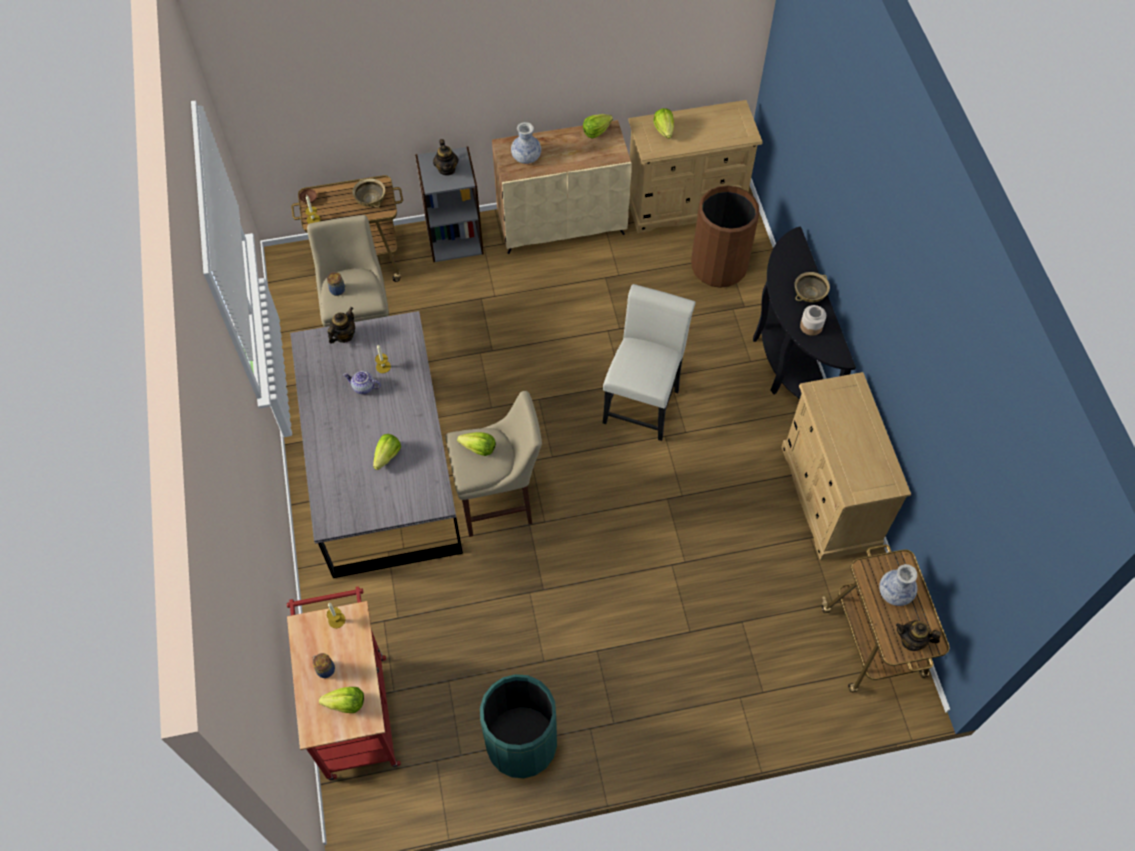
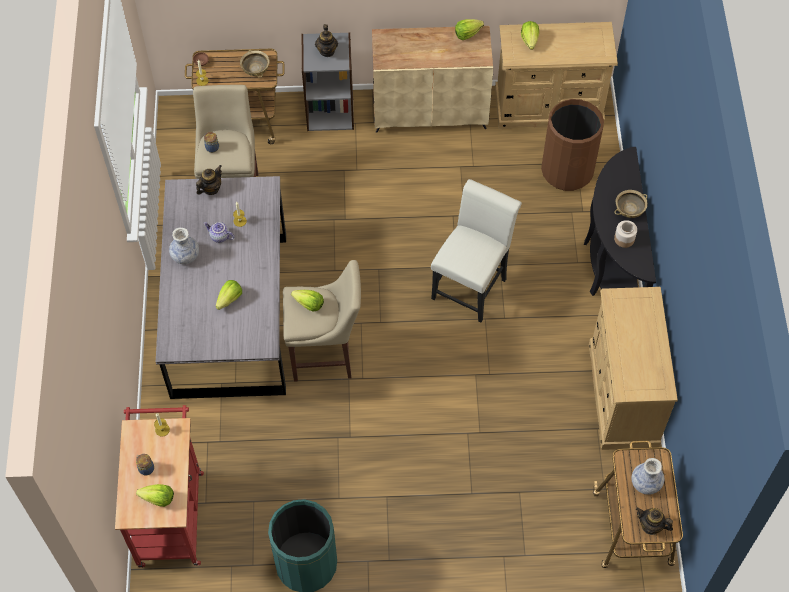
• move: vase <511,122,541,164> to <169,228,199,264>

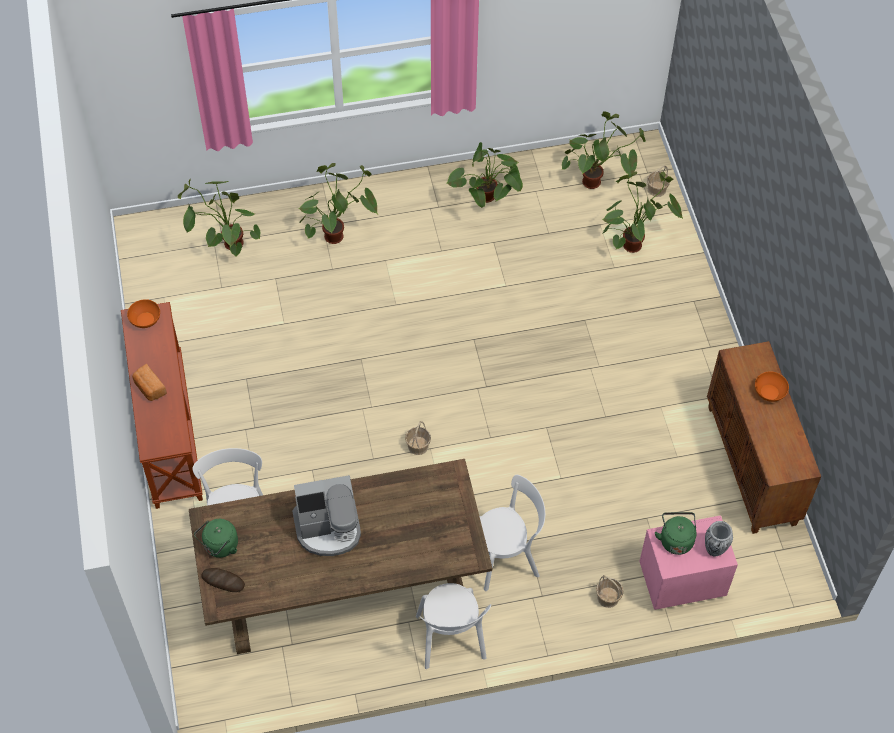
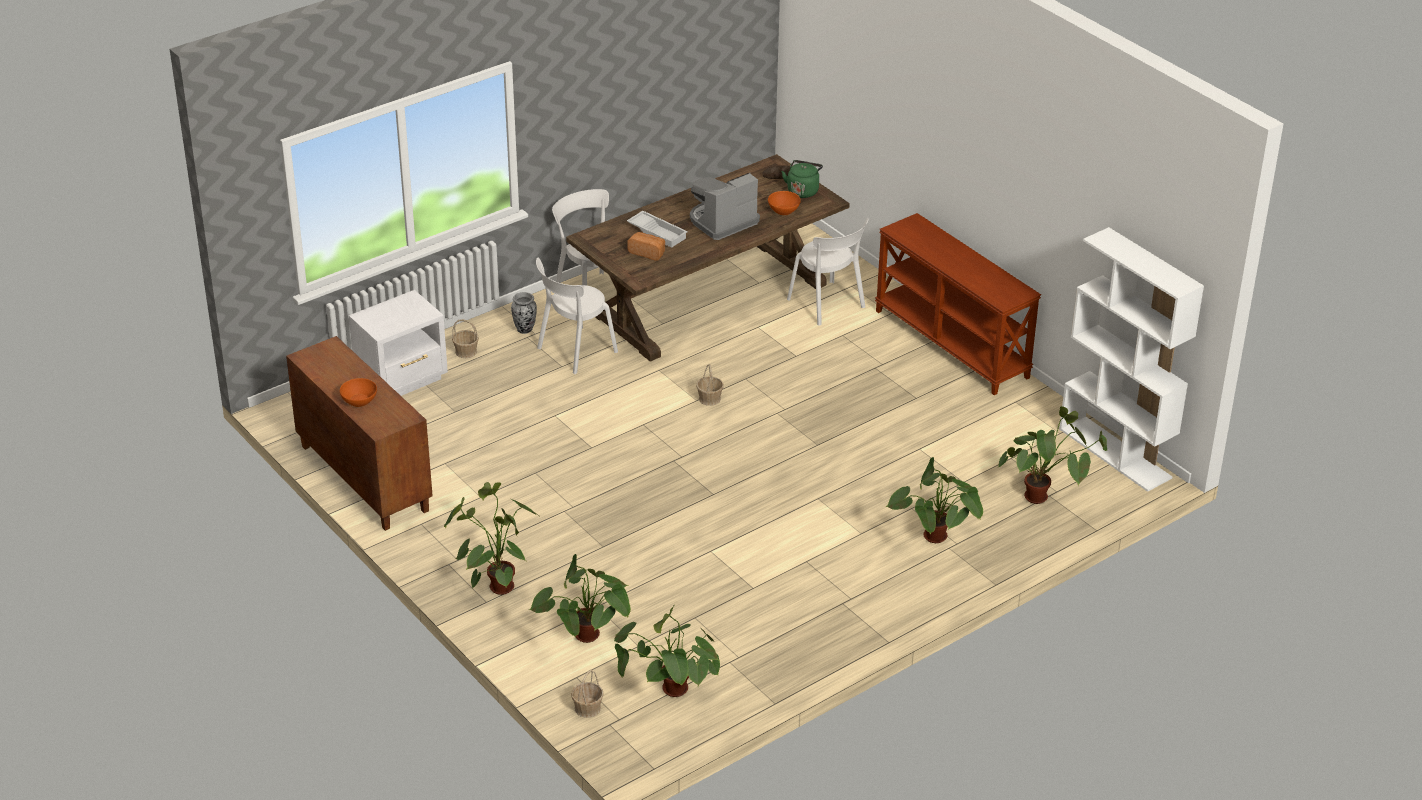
• recolor: nightstand/pink <639,515,738,610> to nightstand/white <349,290,448,396>
• move: potted plant <447,142,523,208> to <444,482,541,595>
• move: vase <705,521,733,556> to <511,292,537,334>
• insert: tray/white <627,211,688,248>
• move: bread <132,364,167,401> to <627,232,665,260>
• move: bowl/orange <127,299,160,328> to <768,191,801,215>
• insert: bookcase/white <1059,227,1204,492>
• delete: kettle/green <655,512,696,555>

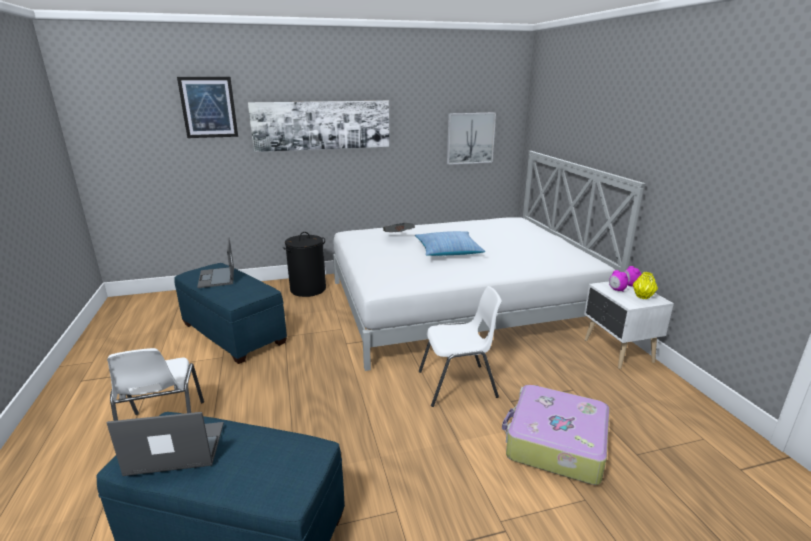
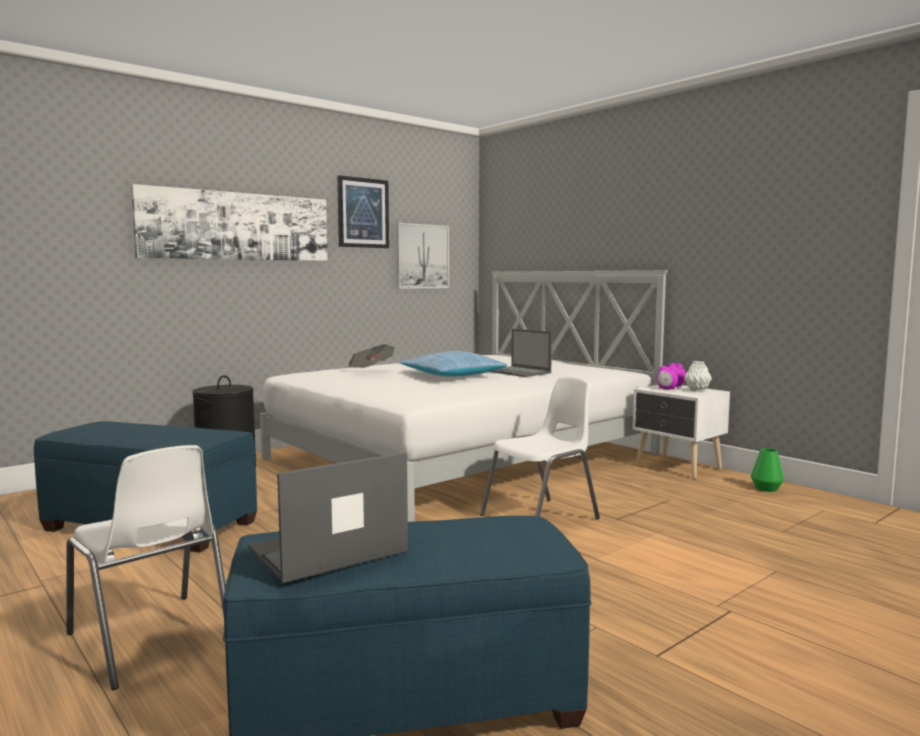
• move: picture <177,77,238,138> to <337,175,389,248>
• move: laptop <197,238,234,288> to <491,329,552,377>
• recolor: vase/yellow <633,272,658,299> to vase/white <684,361,712,392>
• insert: vase/green <751,448,784,492>
• delete: suitcase <502,385,610,485>

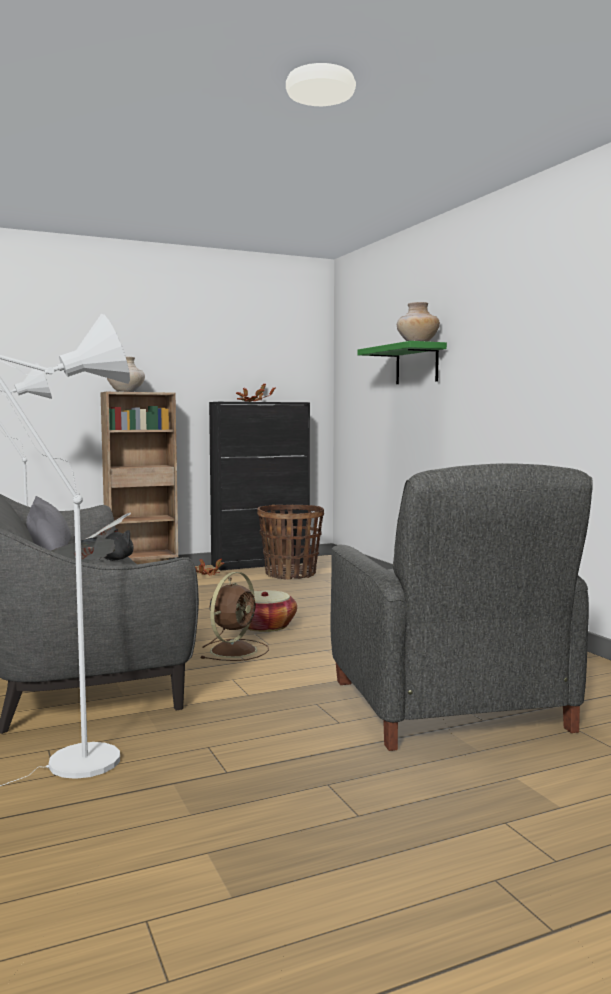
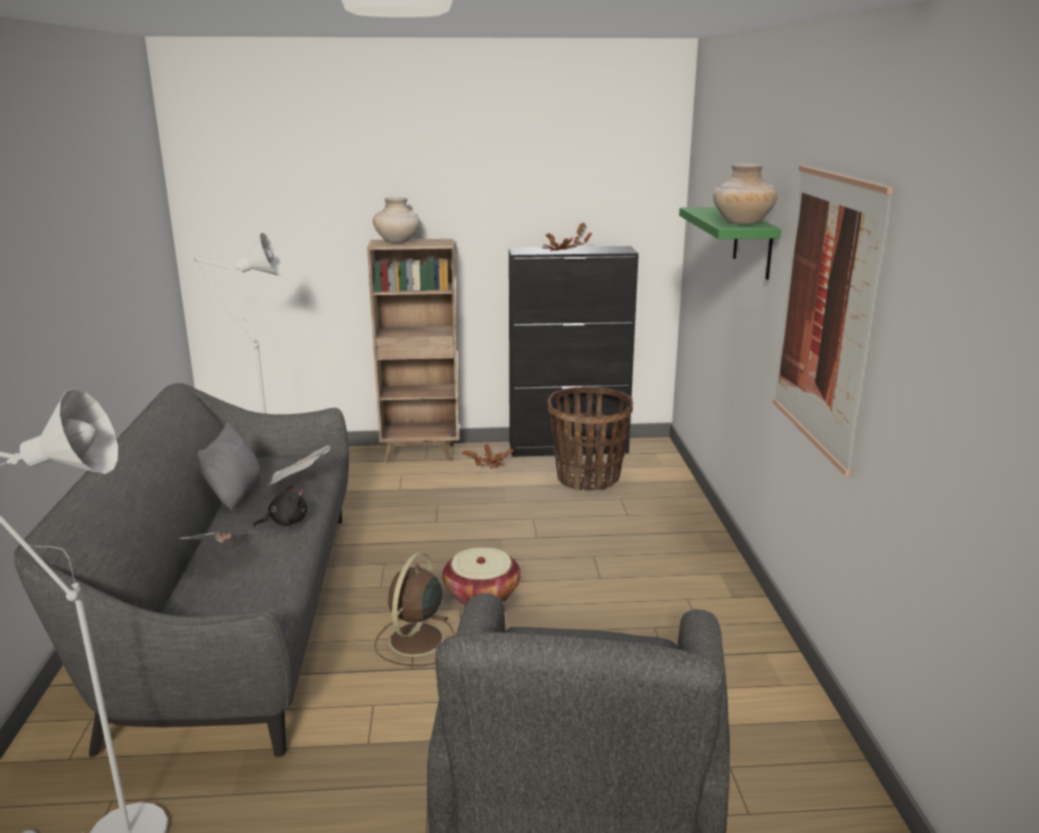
• rotate: fan/brown <201,572,269,661> = <375,552,454,666> 150 degrees clockwise
• insert: picture <773,166,893,476>

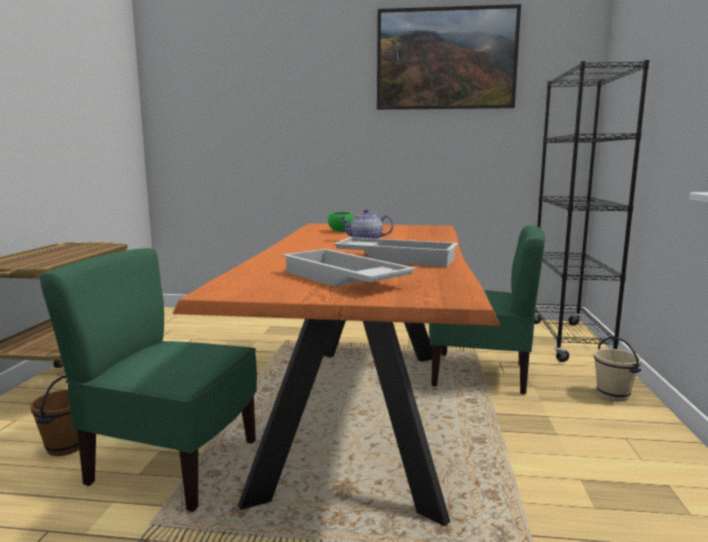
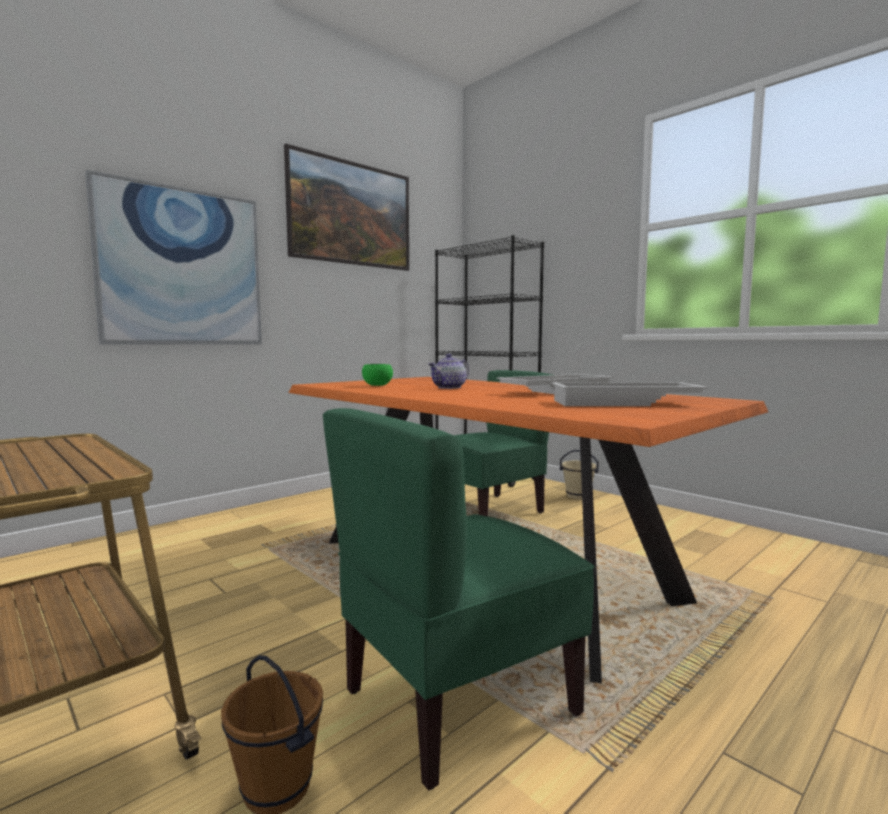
• insert: picture <85,170,262,345>

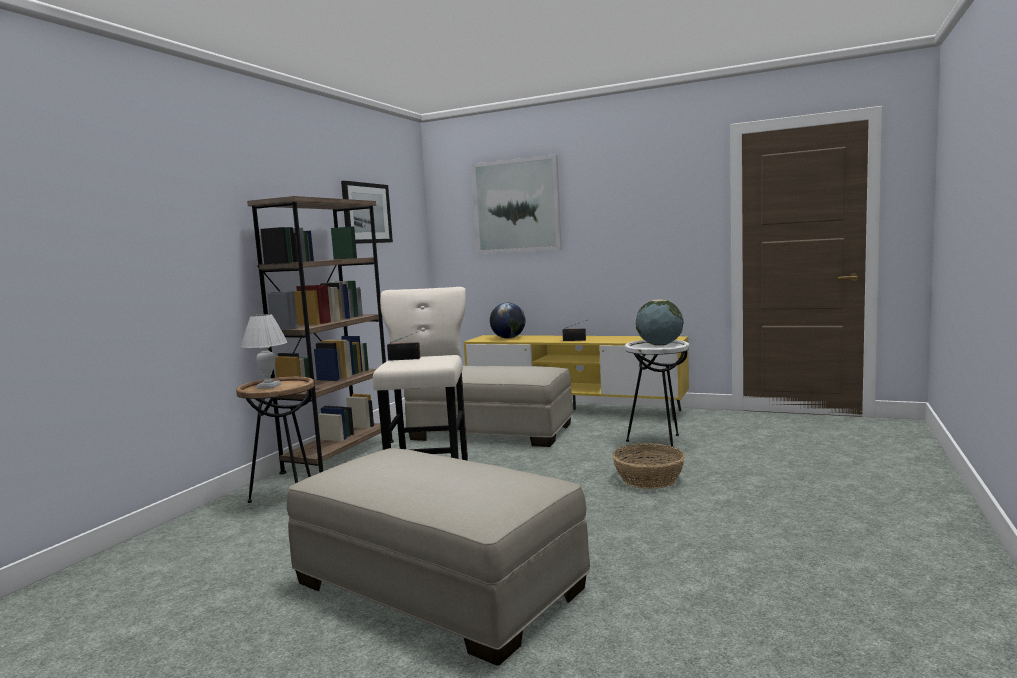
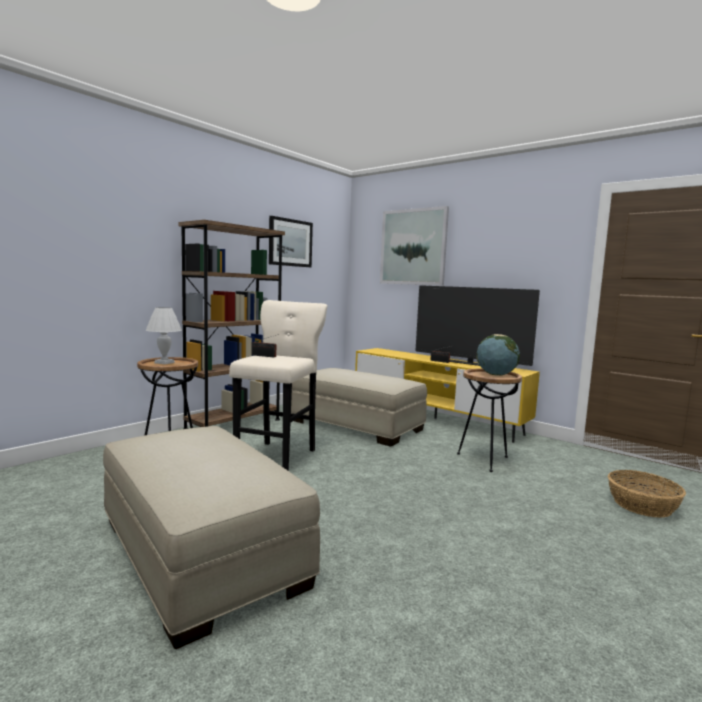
• insert: television <415,285,540,366>
• recolor: side table/white <625,340,689,452> to side table/brown <457,369,522,472>
• move: basket <612,443,685,489> to <608,470,686,518>
• delete: globe <490,303,526,339>

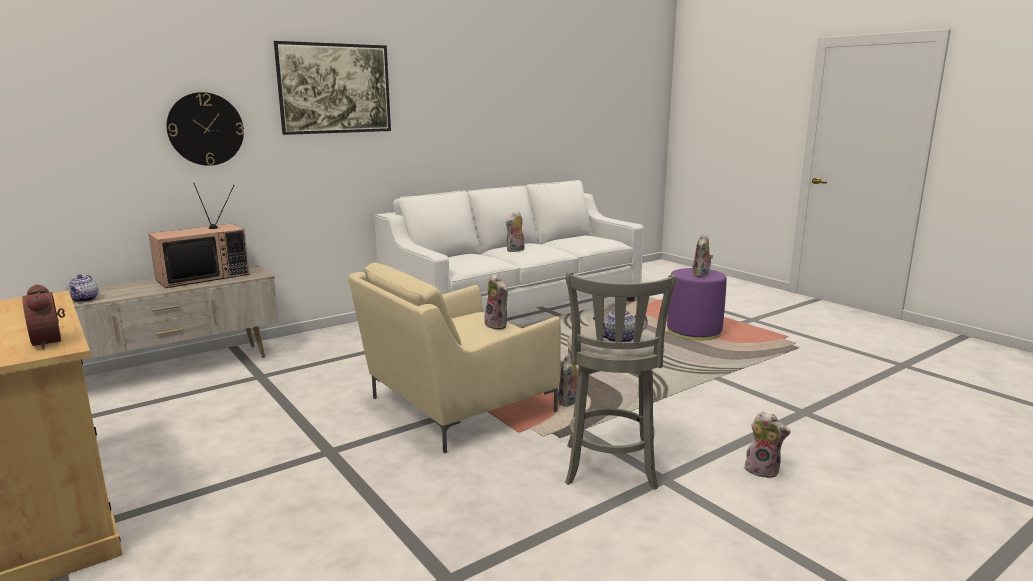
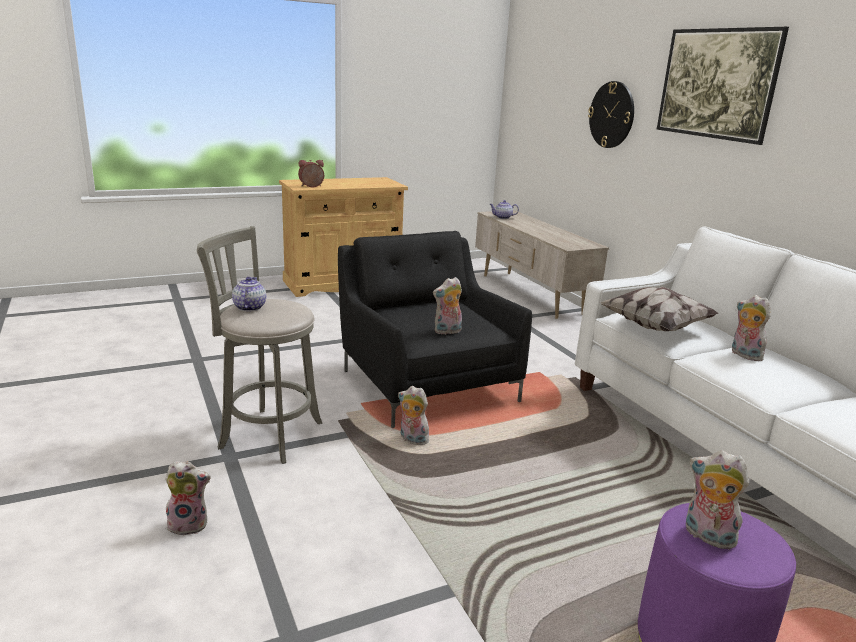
• rotate: plush toy <744,412,791,478> = <165,461,211,536> 135 degrees counterclockwise
• recolor: armchair/beige <348,262,561,453> to armchair/black <338,231,532,428>
• insert: pillow <599,286,719,331>
• delete: television <149,183,249,288>

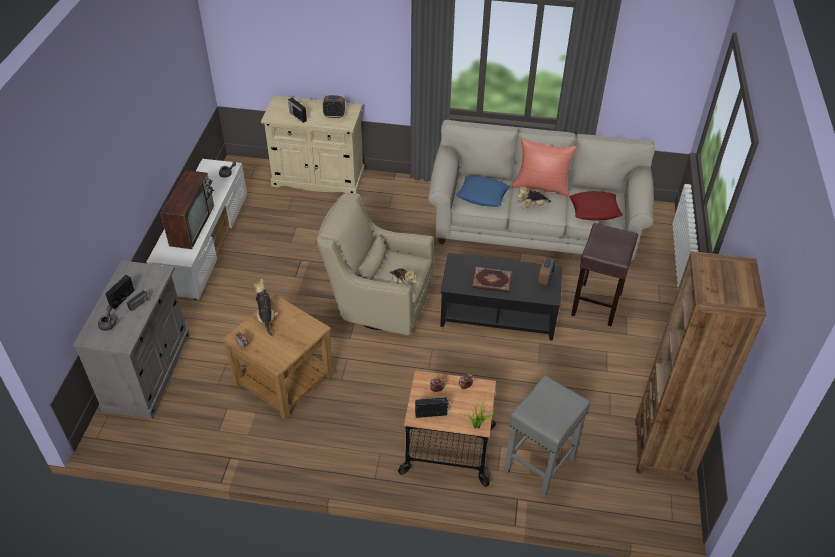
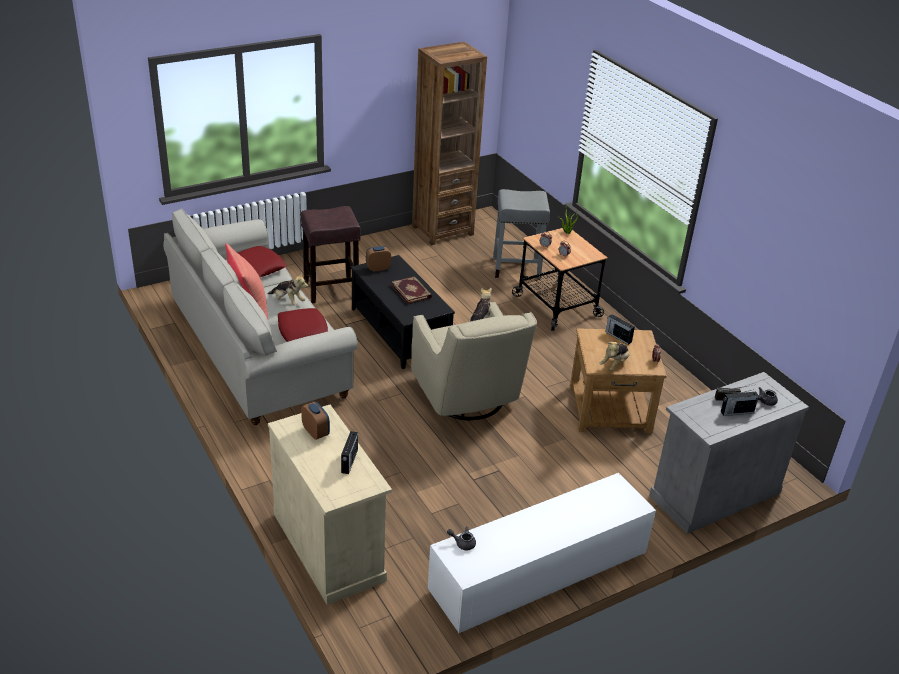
• recolor: pillow/blue <456,176,510,207> to pillow/red <278,308,328,342>
• move: radio <415,397,449,418> to <606,314,635,345>
• delete: television <160,170,214,249>

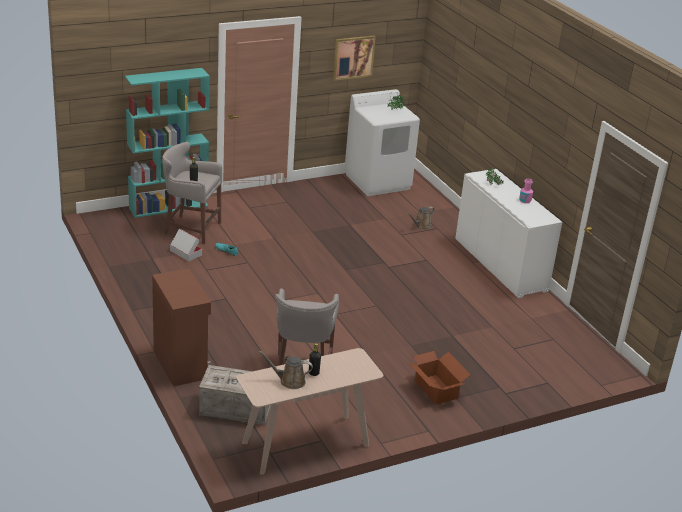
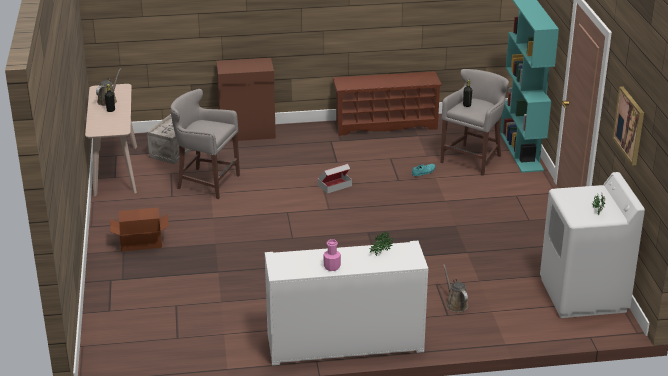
• move: cardboard box <170,229,202,262> to <318,164,352,194>
• insert: shoe rack/brown <333,71,442,136>

